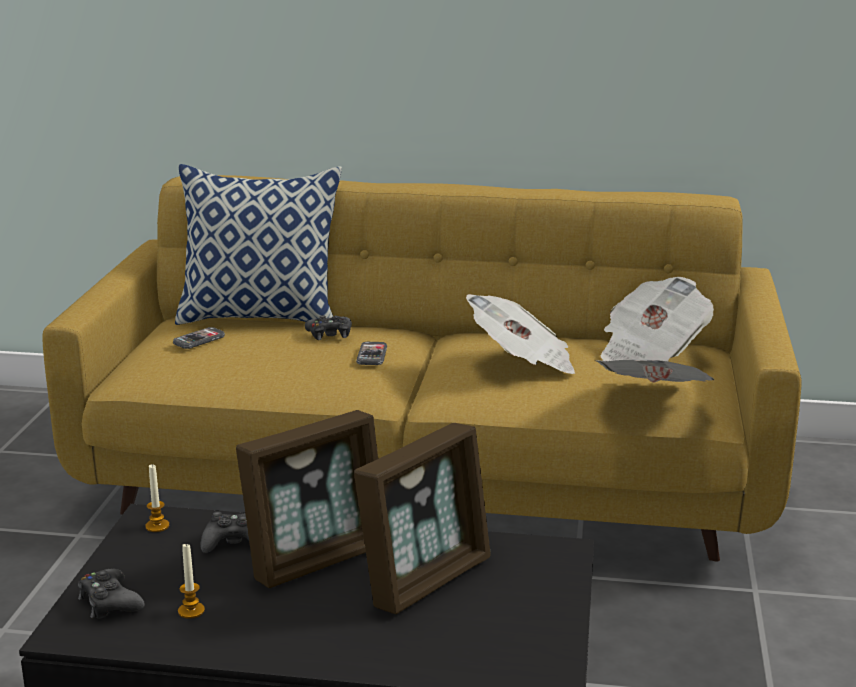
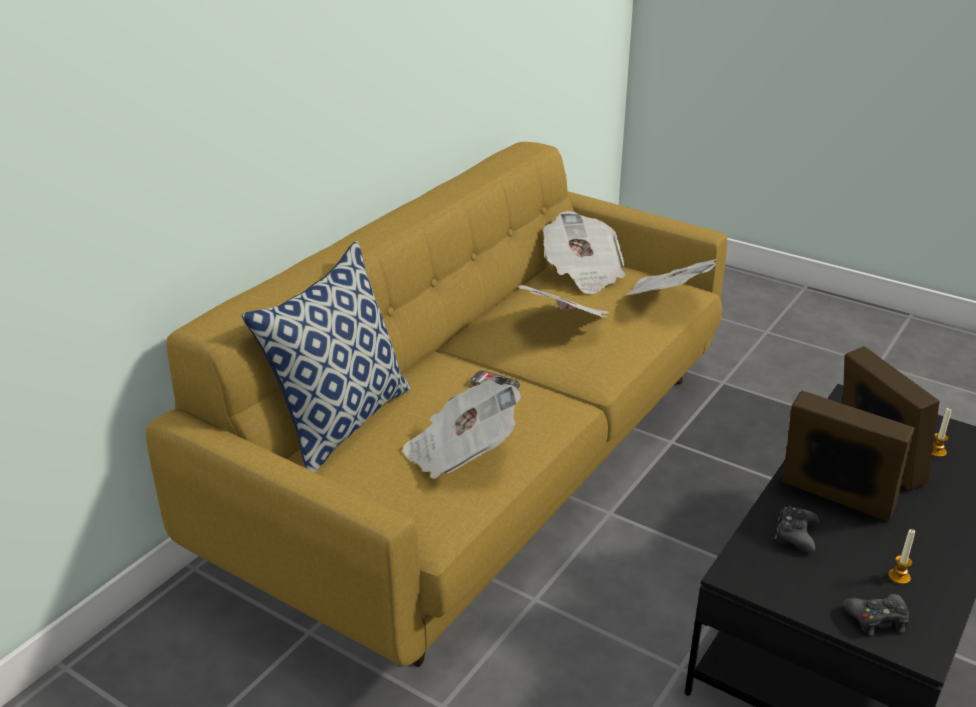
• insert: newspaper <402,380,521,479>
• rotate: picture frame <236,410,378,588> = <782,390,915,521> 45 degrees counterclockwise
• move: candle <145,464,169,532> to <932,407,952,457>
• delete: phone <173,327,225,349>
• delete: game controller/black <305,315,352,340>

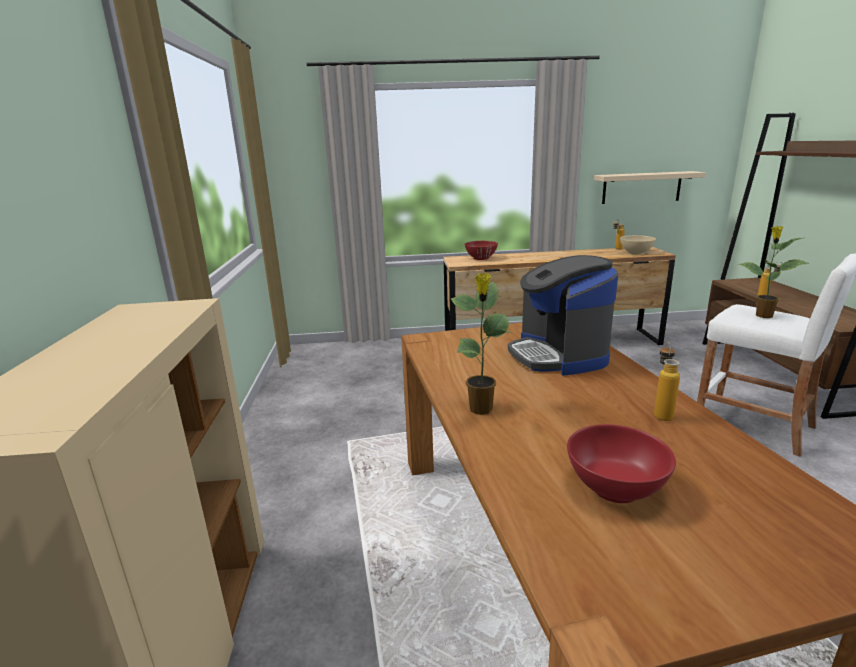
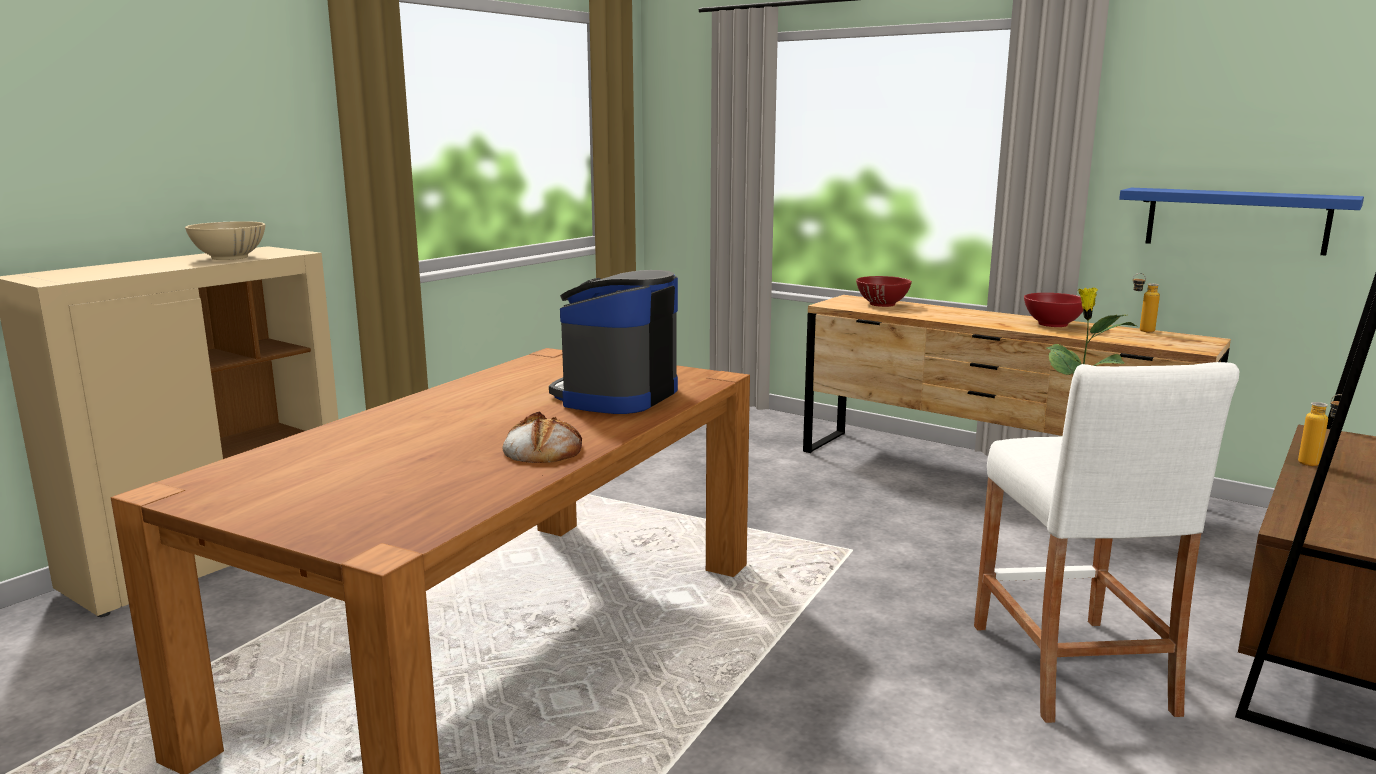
• move: bowl/beige <620,235,656,255> to <185,221,265,260>
• replace: bottle <654,342,680,421> to bread <503,411,582,463>
• move: bowl/red <567,424,676,503> to <1024,293,1083,327>
• recolor: shelf/beige <594,171,706,204> to shelf/blue <1119,188,1364,256>
• delete: potted plant <450,273,511,415>

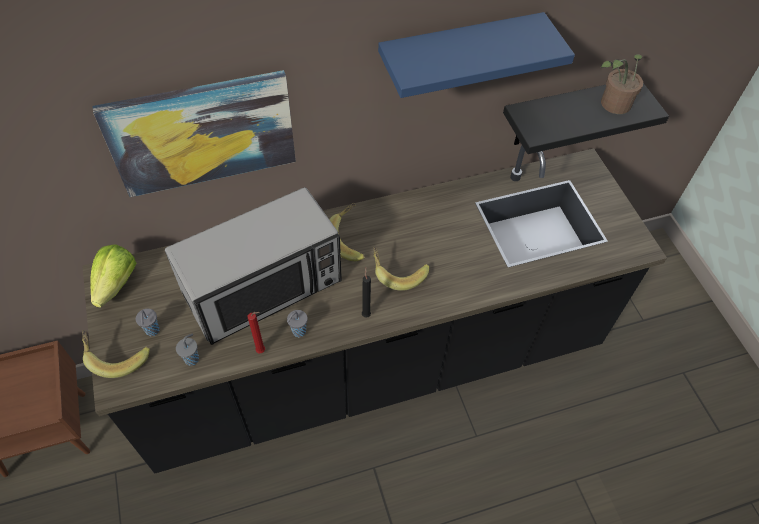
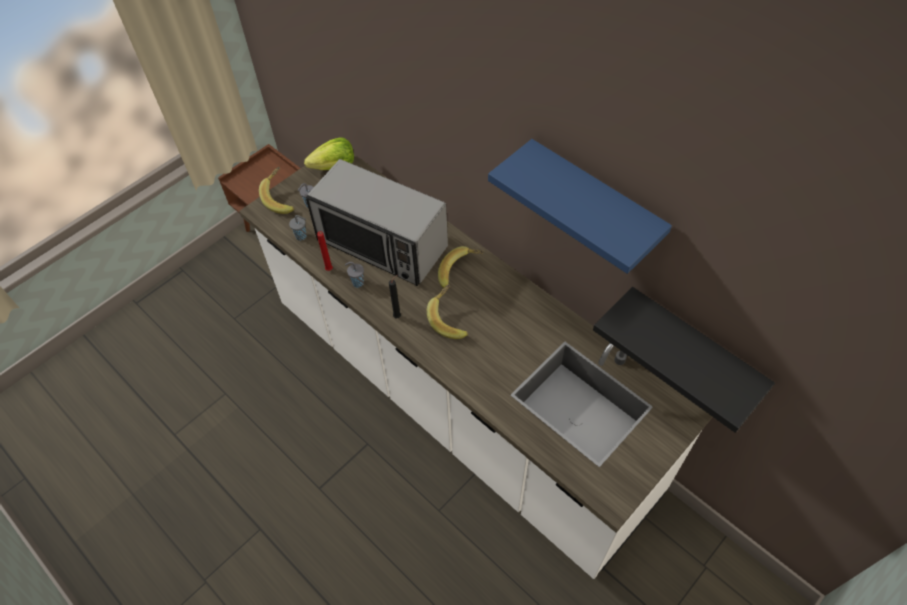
• recolor: counter/black <82,145,667,473> to counter/white <239,154,713,579>
• delete: picture <92,70,296,197>
• delete: potted plant <600,54,643,114>

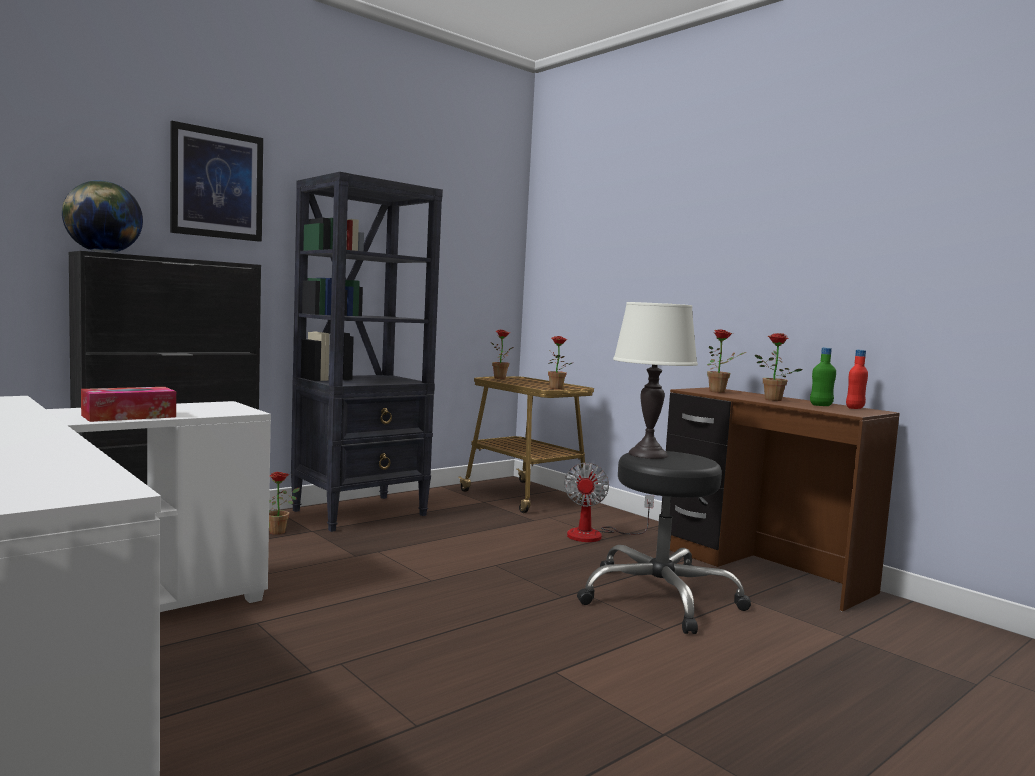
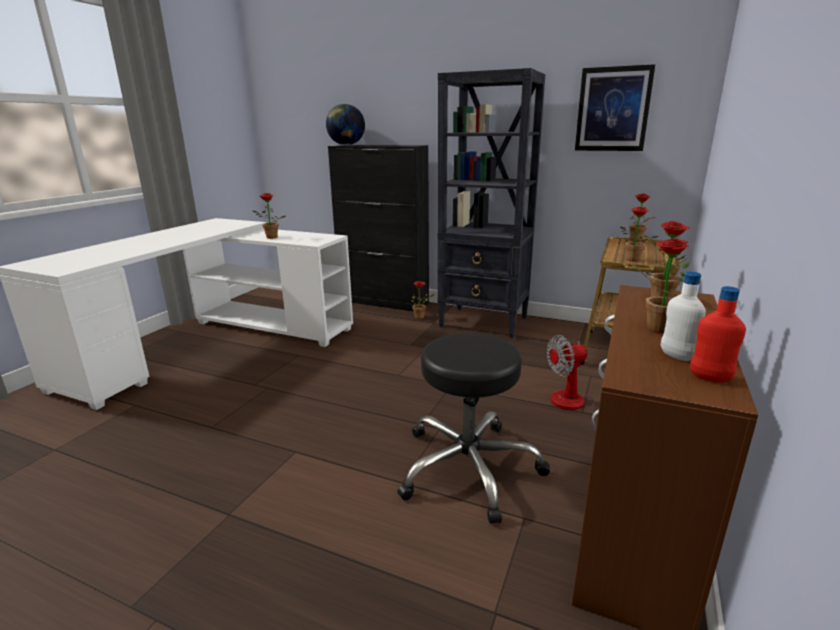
• replace: tissue box <81,387,176,422> to potted plant <253,193,286,239>
• move: picture <170,121,263,242> to <575,64,655,151>
• recolor: bottle/green <810,347,836,406> to bottle/white <661,272,706,361>
• delete: table lamp/white <613,302,698,459>

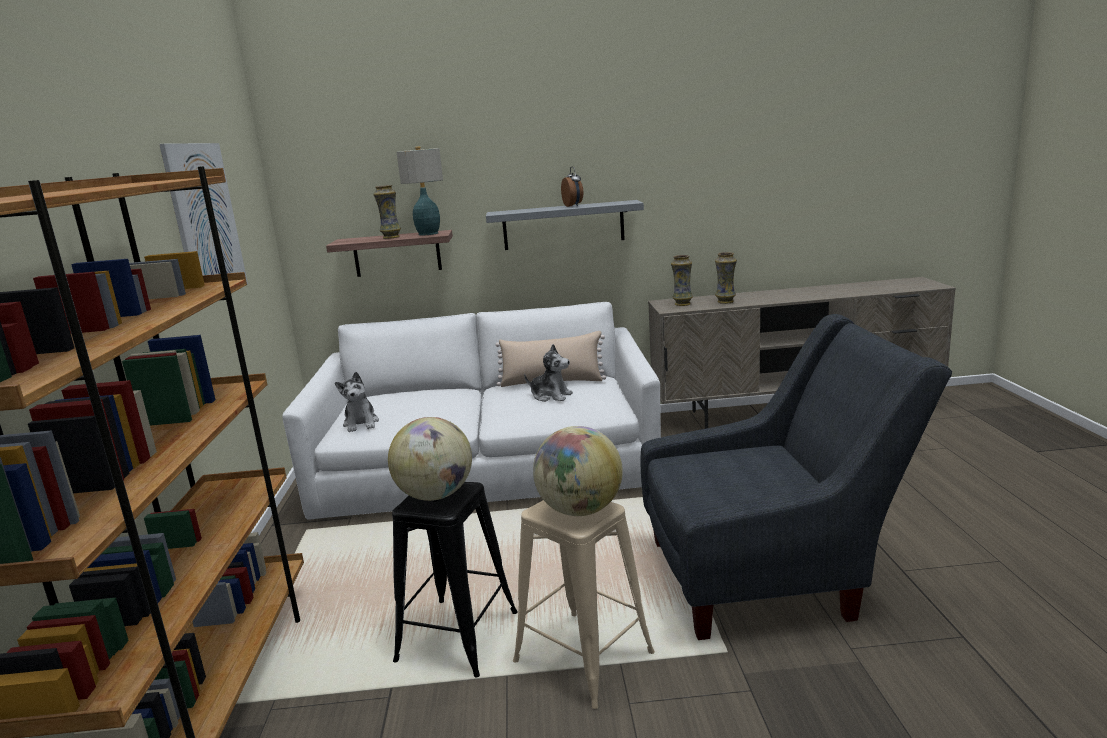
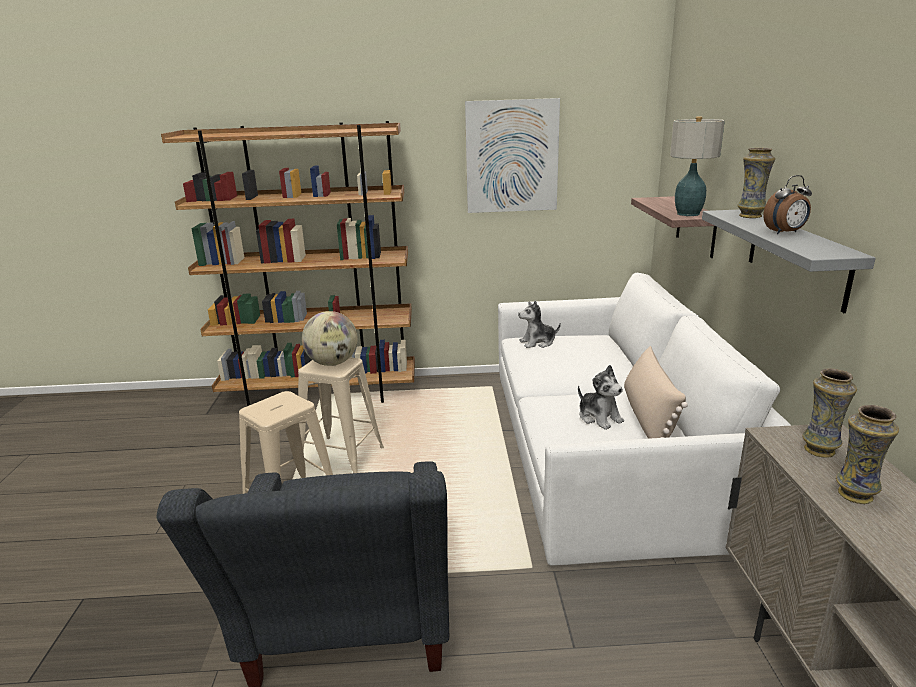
• recolor: stool/black <392,482,518,678> to stool/beige <298,357,384,473>
• rotate: plush toy <524,344,573,402> = <578,365,624,430> 60 degrees counterclockwise
• move: vase <373,185,401,239> to <737,148,775,218>
• delete: globe <533,426,623,516>

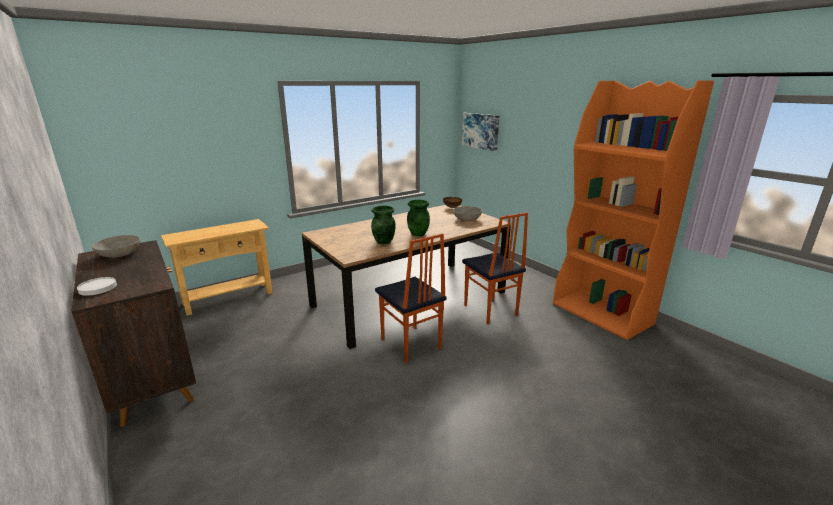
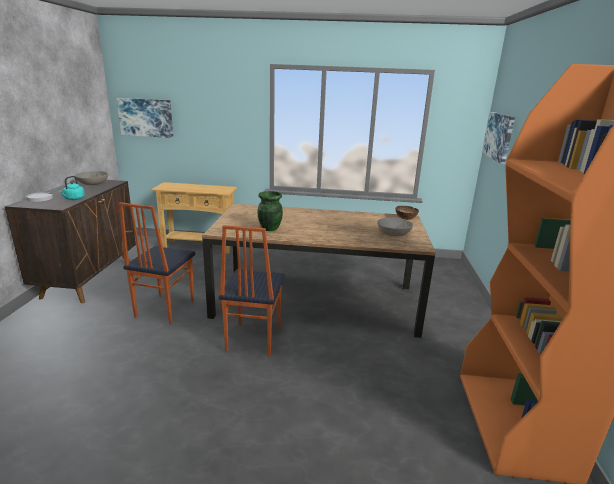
• insert: kettle/turquoise <59,176,85,200>
• insert: picture <117,98,173,138>
• move: chair <462,212,528,324> to <119,202,195,324>
• delete: vase/green <407,200,430,236>

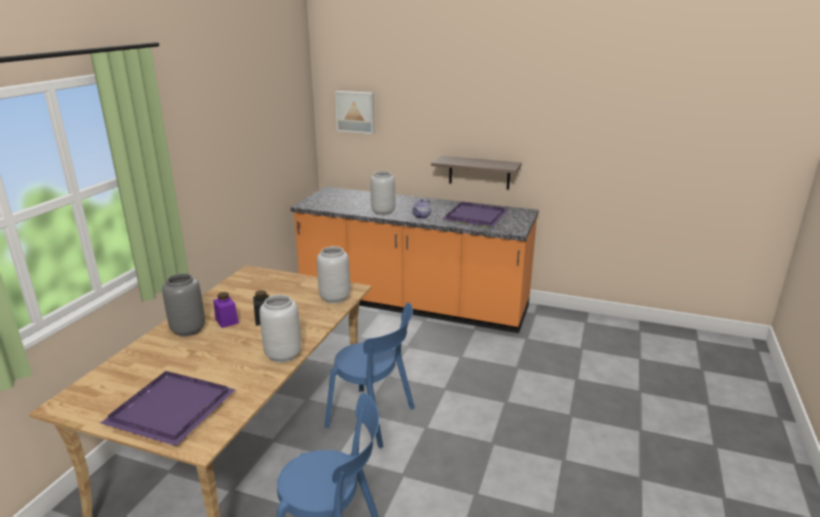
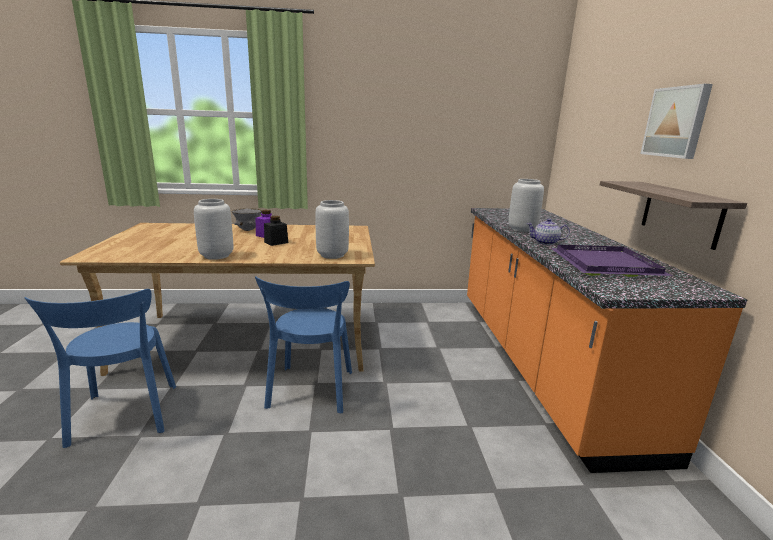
• replace: vase/grey <162,273,205,337> to bowl/grey <232,208,262,231>
• move: picture <335,91,375,134> to <640,84,713,159>
• delete: tray/purple <101,371,236,446>

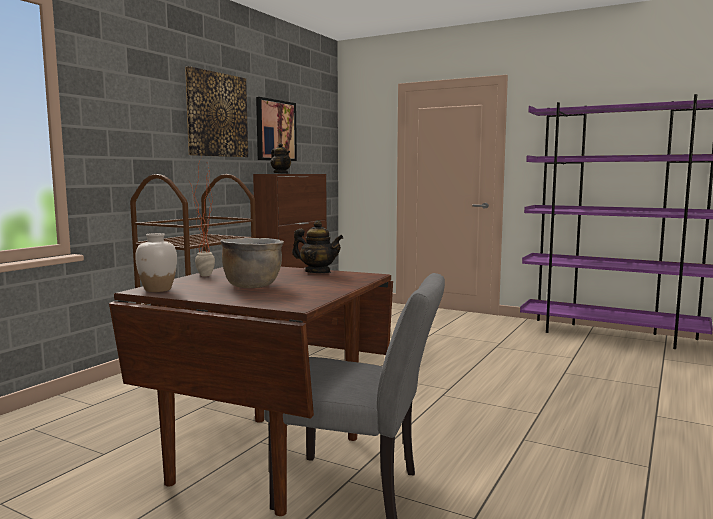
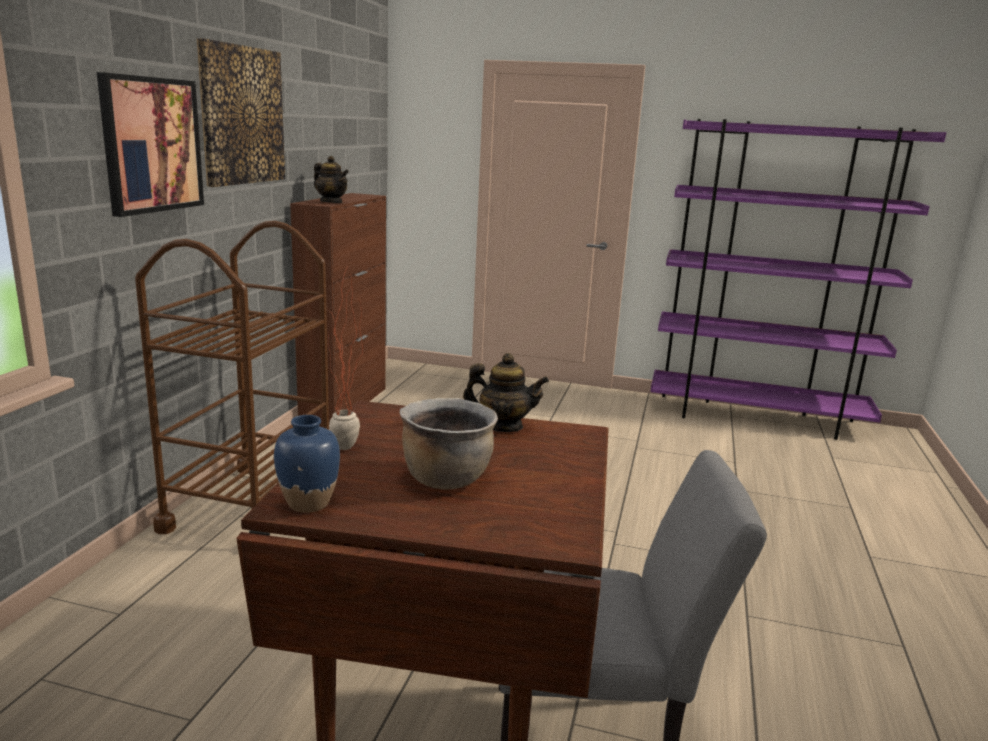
• move: picture <256,97,297,161> to <97,72,204,217>
• recolor: vase/white <135,233,177,292> to vase/blue <274,415,340,513>

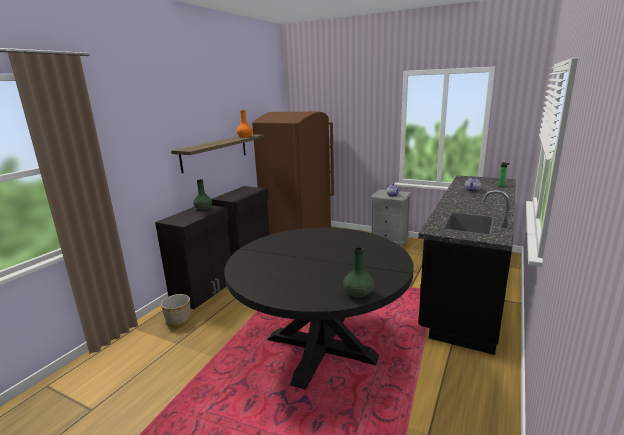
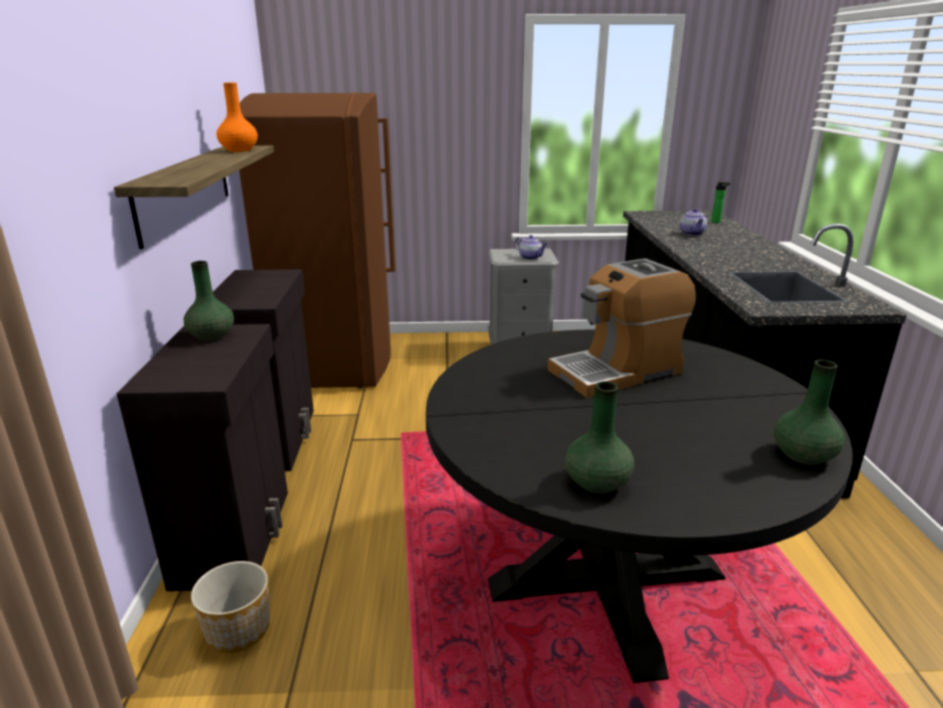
• insert: coffee machine <548,258,696,398>
• insert: vase/green <565,381,634,494>

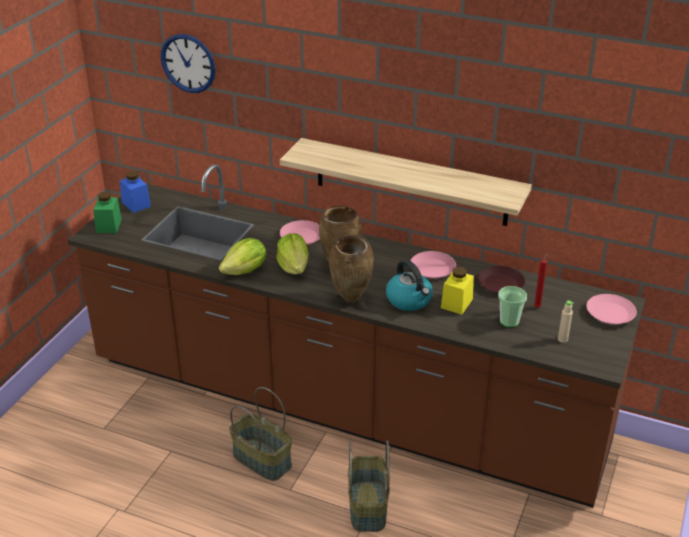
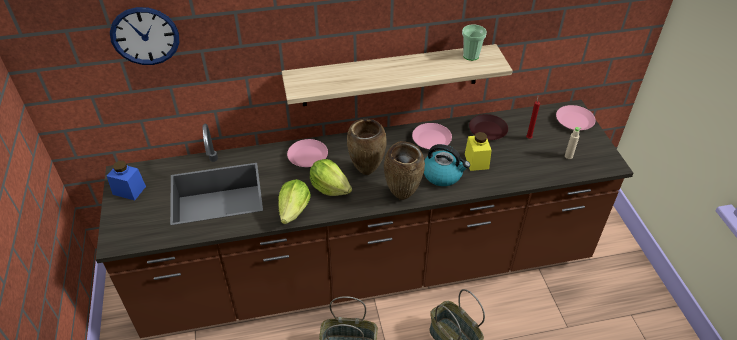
• move: cup <498,286,527,328> to <462,24,487,61>
• delete: jar/green <93,192,122,233>

